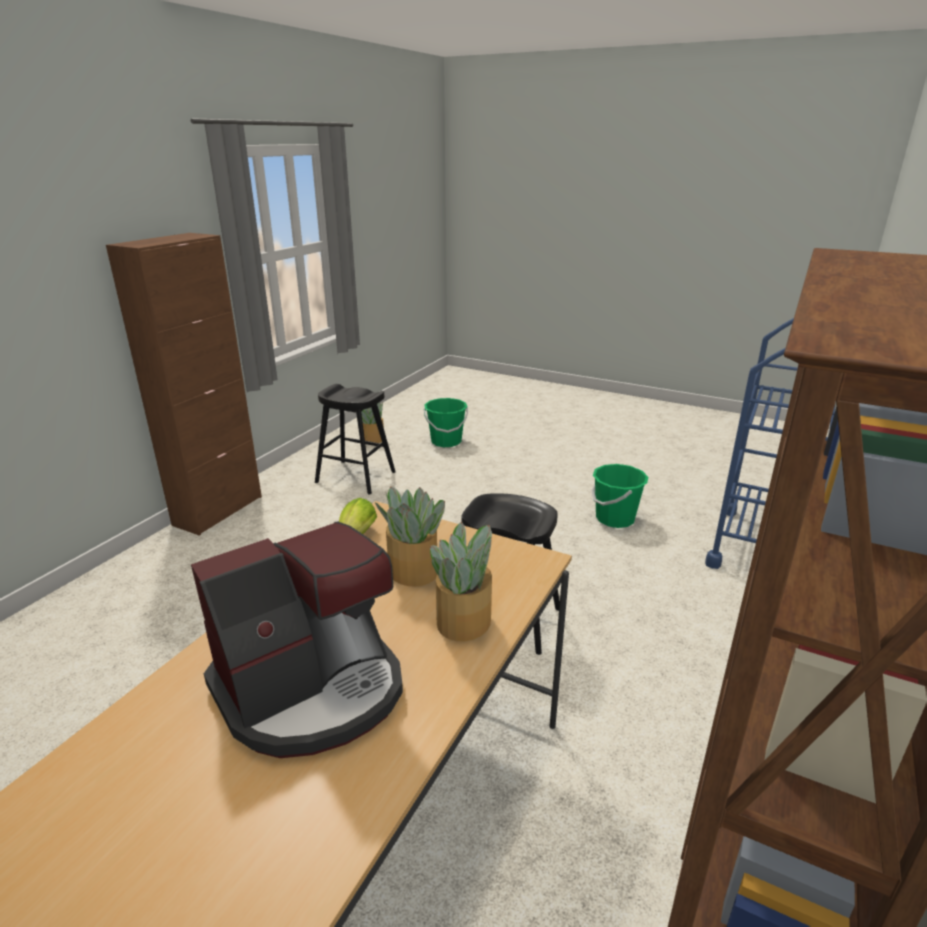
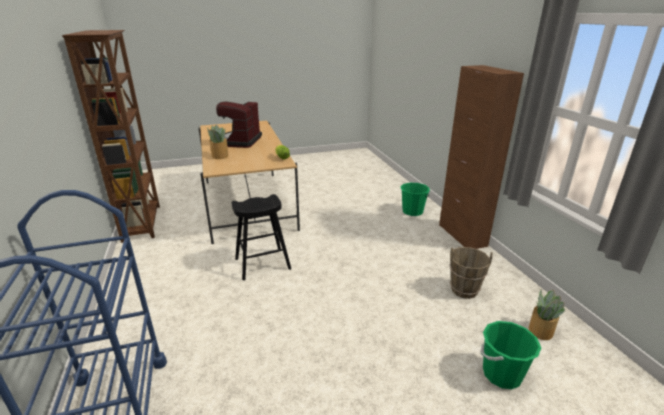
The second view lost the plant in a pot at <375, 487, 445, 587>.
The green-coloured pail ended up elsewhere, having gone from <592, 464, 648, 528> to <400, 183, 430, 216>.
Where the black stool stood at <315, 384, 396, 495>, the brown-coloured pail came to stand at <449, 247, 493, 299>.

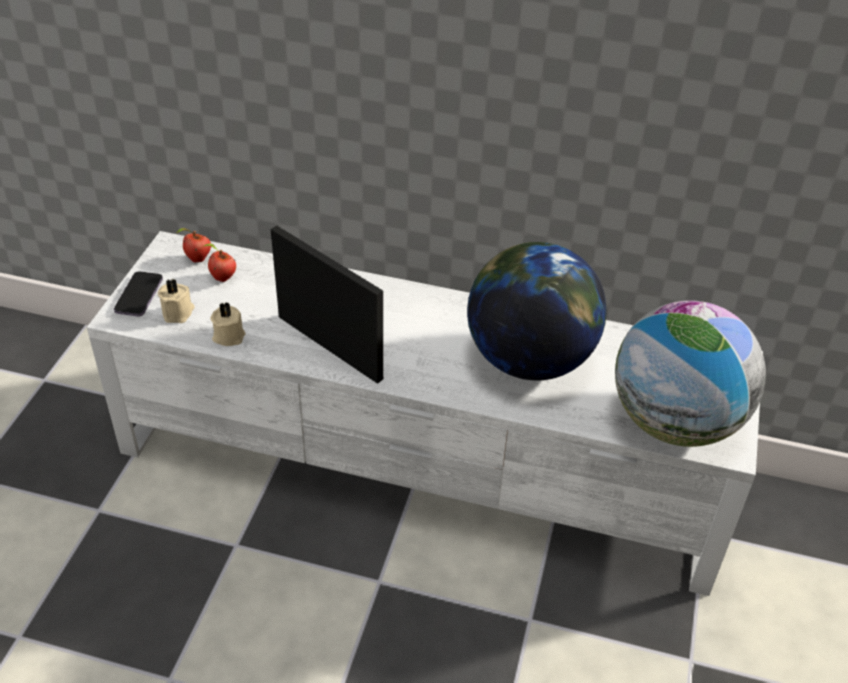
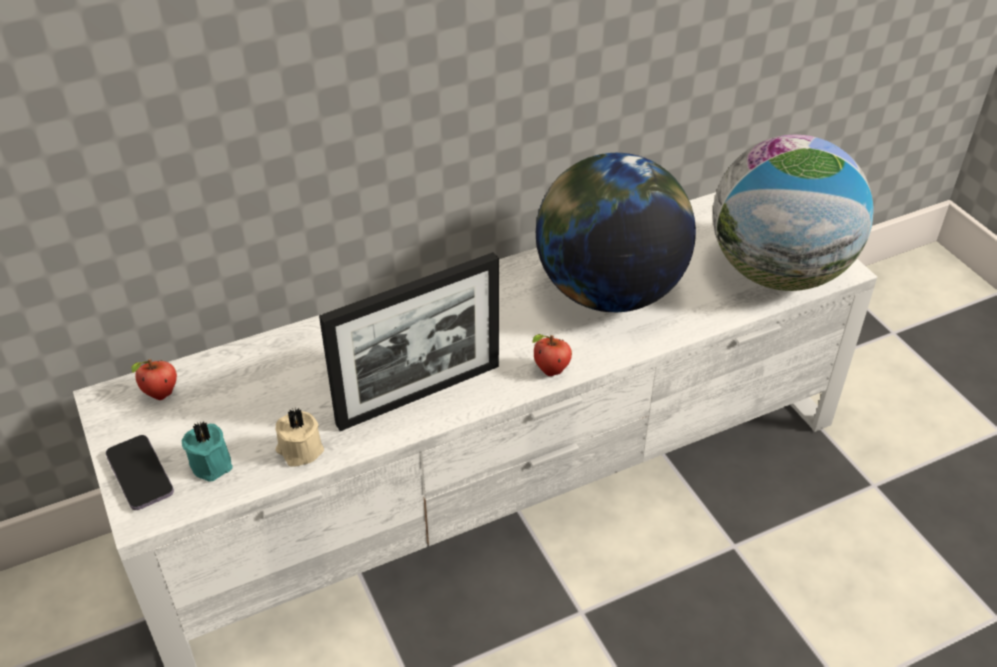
The whole apple ended up elsewhere, having gone from <203, 244, 236, 282> to <532, 334, 572, 376>.
What was the sand-coloured candle at <158, 279, 195, 323> turned into the turquoise-coloured candle at <182, 421, 233, 482>.
The photo frame at <271, 226, 383, 384> ended up facing another way, 150 degrees clockwise from before.

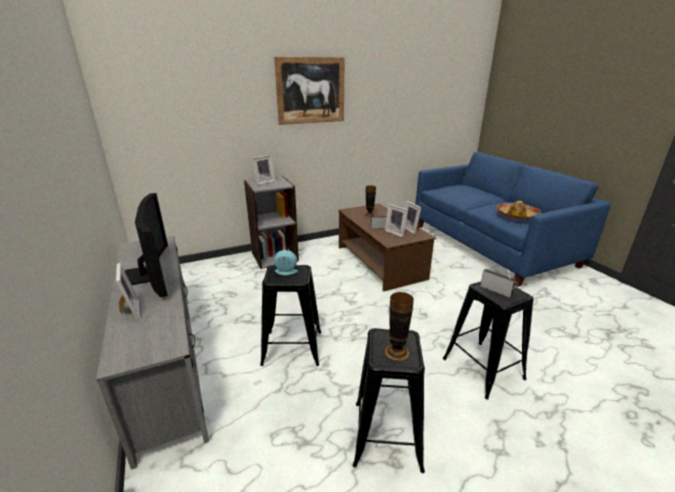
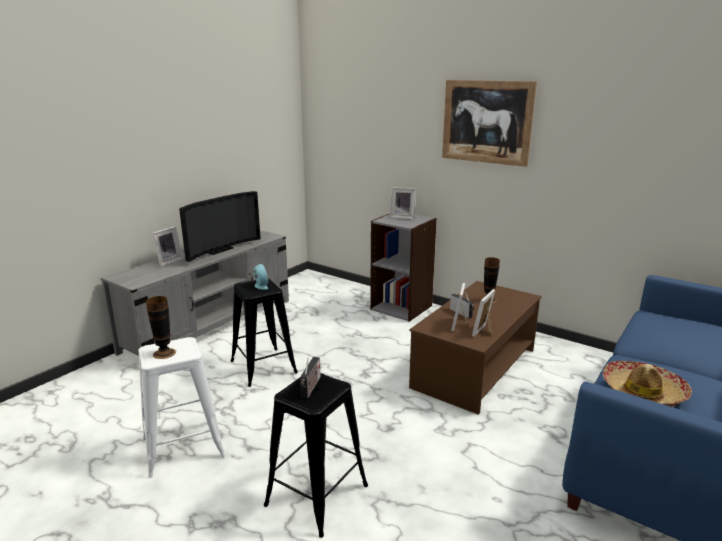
What was the black stool at <353, 328, 425, 473> turned into the white stool at <139, 337, 226, 478>.

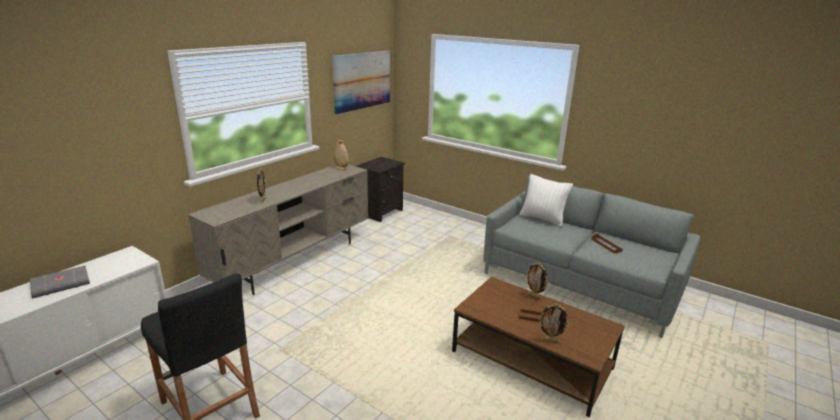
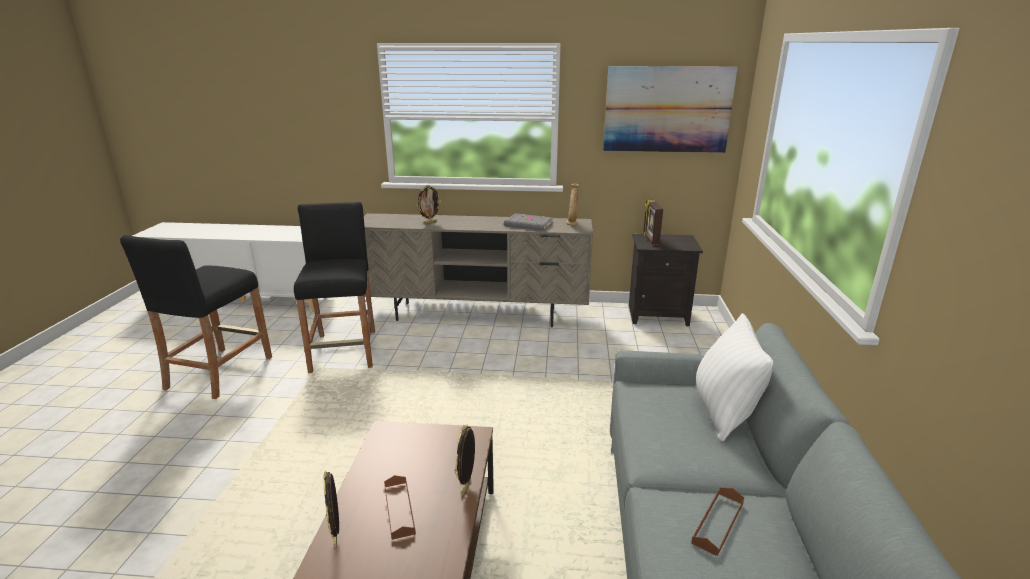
The second view gained the black stool at <294, 202, 375, 373>.
The second view gained the photo frame at <643, 199, 663, 245>.
The greyish book ended up elsewhere, having gone from <30, 266, 90, 299> to <504, 213, 553, 231>.

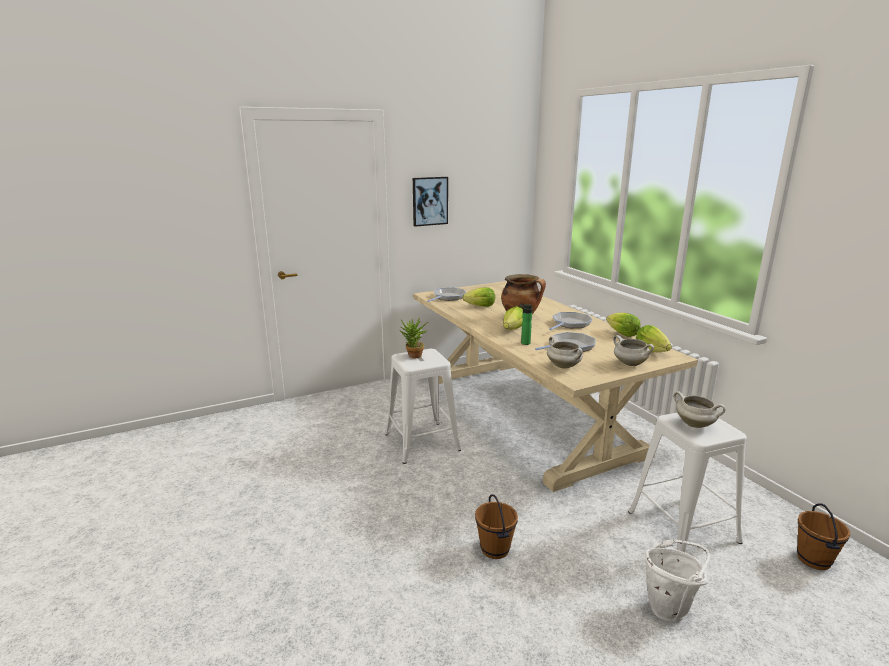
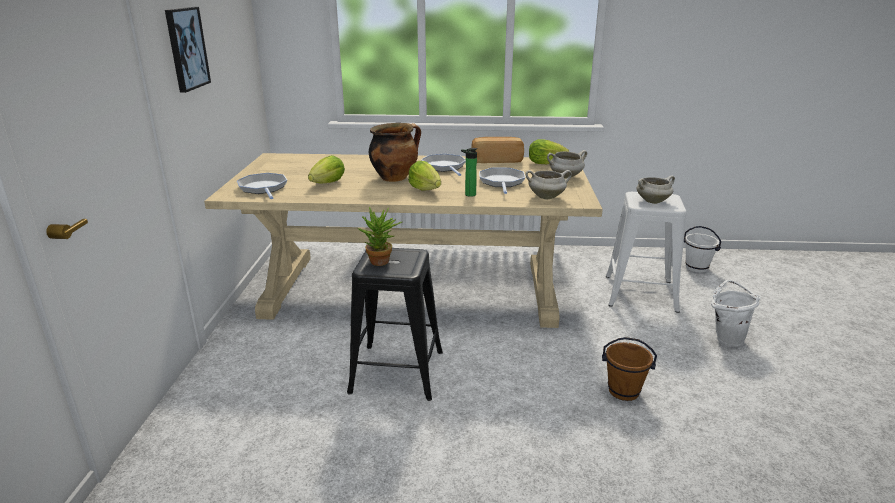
Where the head of lettuce stood at <606, 313, 641, 337>, the bread came to stand at <471, 137, 524, 163>.
What was the white stool at <385, 349, 461, 464> turned into the black stool at <347, 248, 443, 401>.
What was the brown-coloured pail at <797, 504, 850, 570> turned into the white pail at <684, 226, 721, 273>.

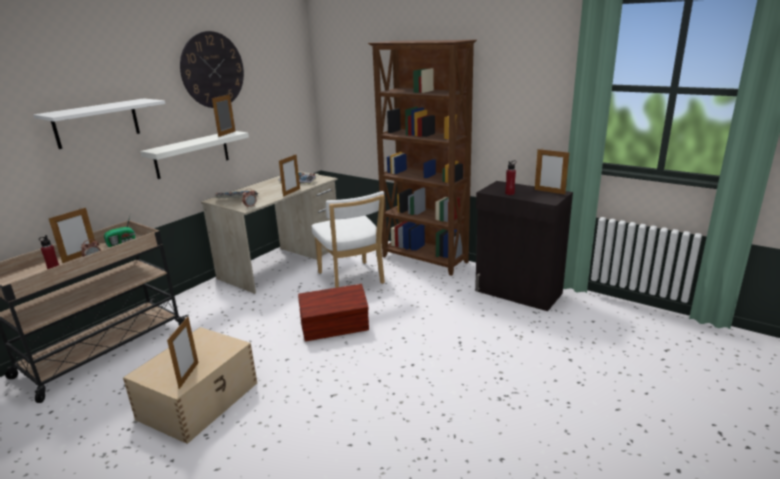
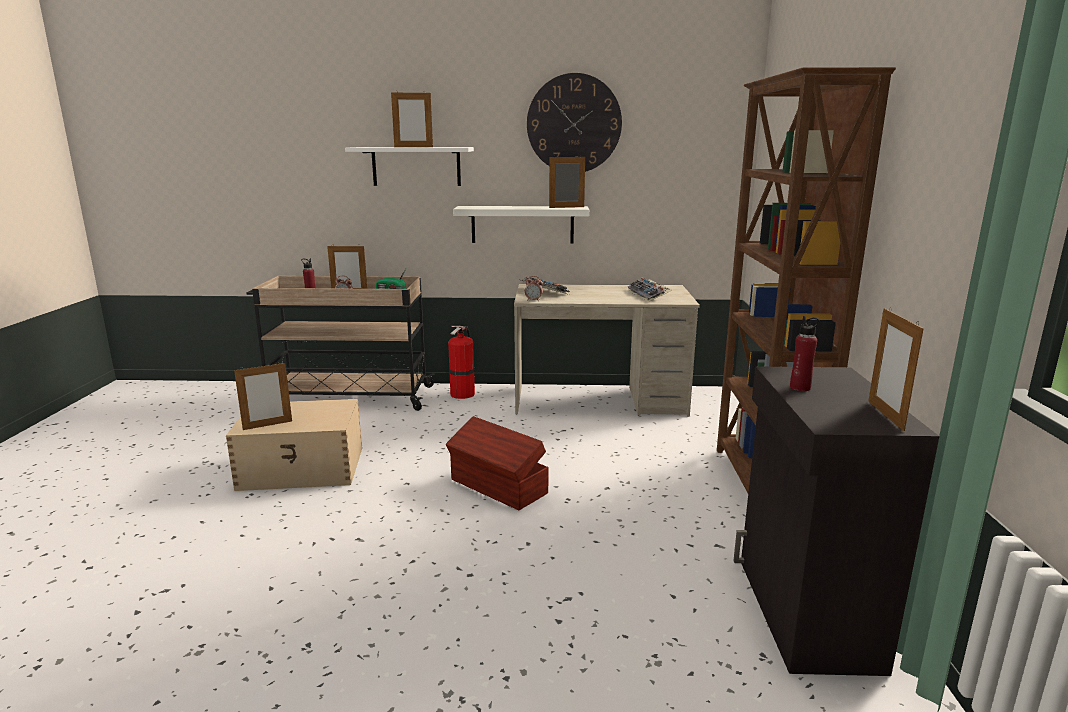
The second view lost the white plain chair at <312, 191, 385, 288>.
The second view gained the fire-fighting cylinder at <448, 326, 475, 399>.
The photo frame ended up elsewhere, having gone from <279, 155, 300, 197> to <391, 91, 433, 147>.

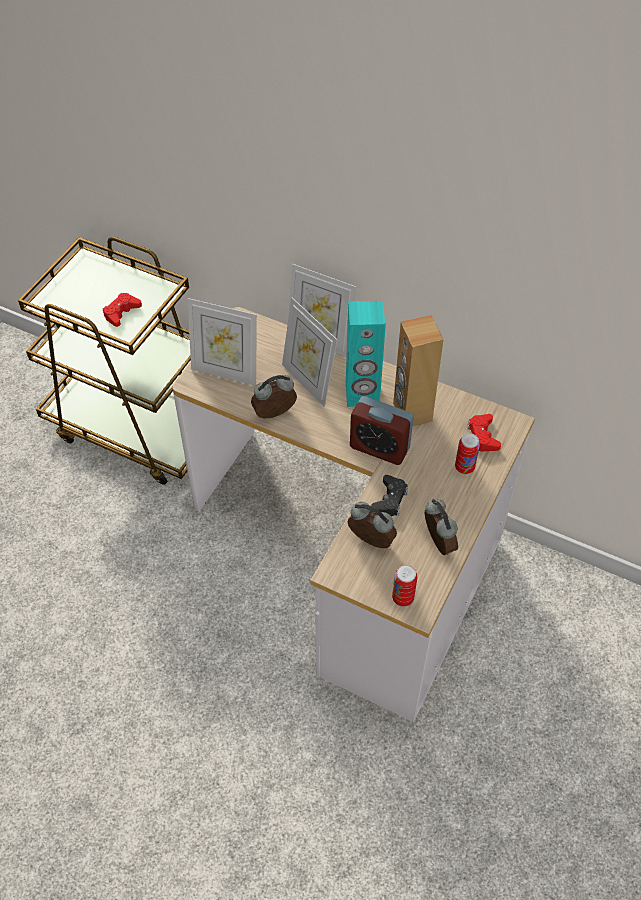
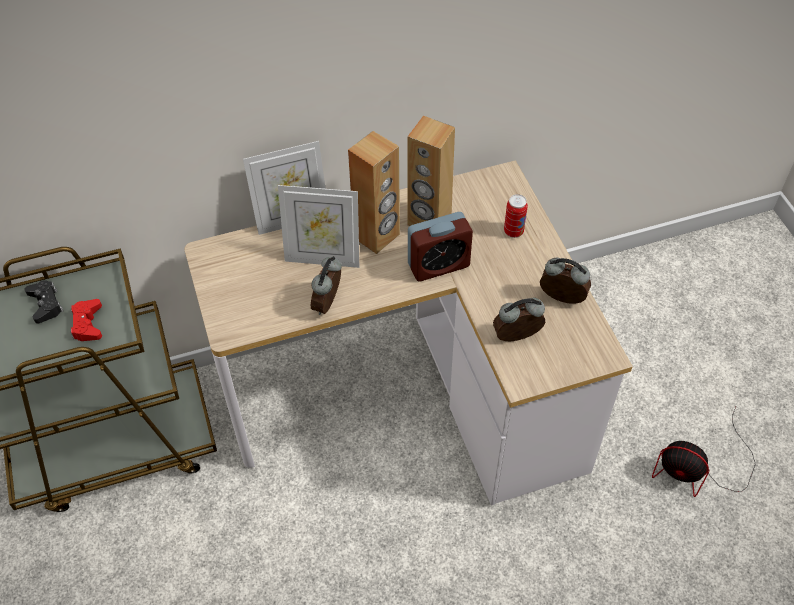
The second view lost the photo frame at <188, 298, 257, 386>.
The second view lost the metal can at <392, 565, 417, 607>.
The second view lost the red joypad at <467, 414, 501, 452>.
The second view gained the fan at <652, 407, 756, 497>.
The black joypad ended up elsewhere, having gone from <371, 475, 408, 516> to <25, 280, 63, 324>.
What was the turquoise-coloured speaker at <346, 301, 386, 407> turned into the brown-coloured speaker at <348, 131, 400, 254>.

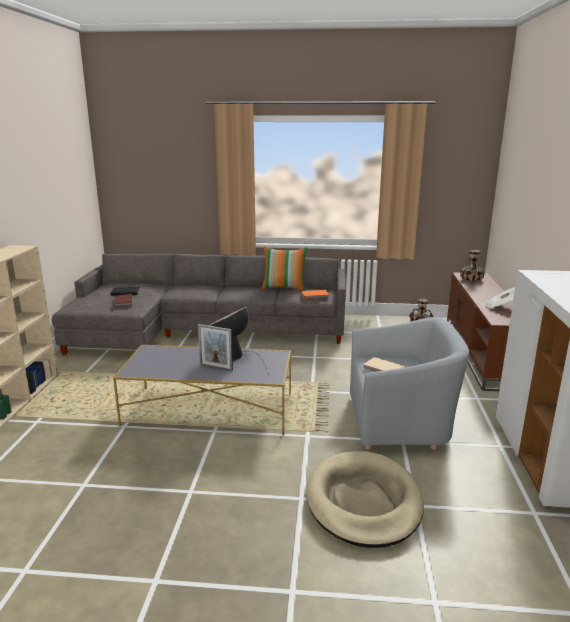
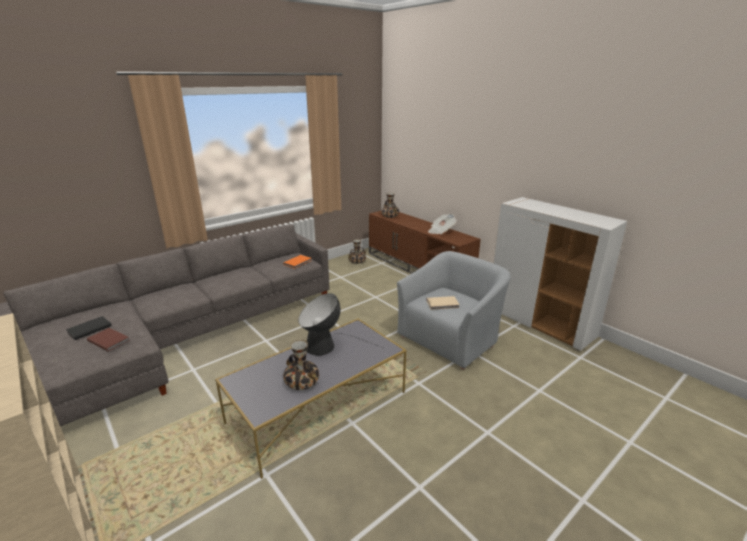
The second view lost the photo frame at <198, 324, 233, 371>.
The second view lost the cushion at <262, 246, 307, 291>.
The second view lost the sand-coloured pet bed at <306, 451, 424, 548>.
The second view gained the decorative vase at <283, 340, 319, 390>.

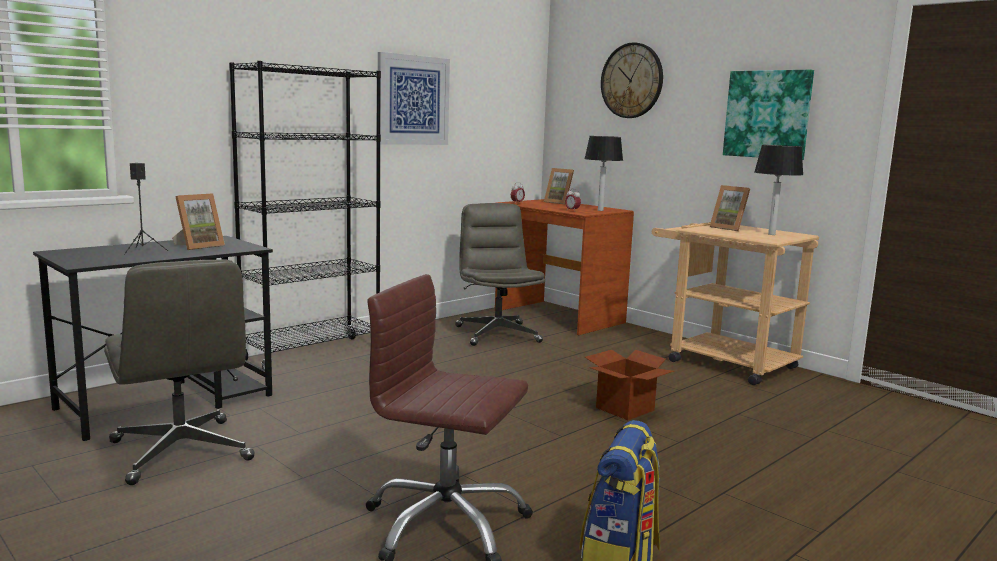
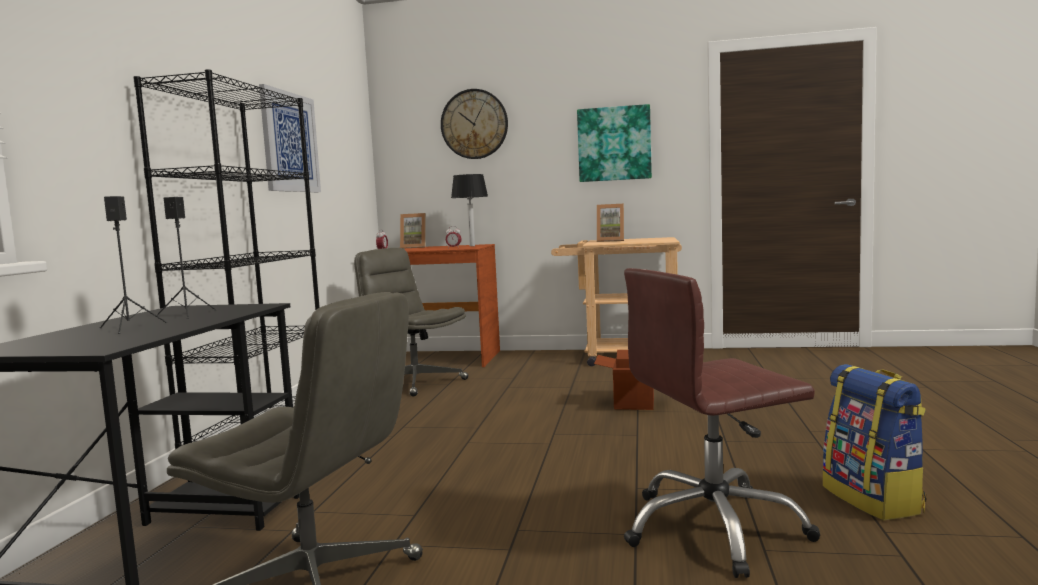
The second view lost the lamp for a table at <754, 145, 804, 235>.
Where the photo frame stood at <172, 193, 225, 250>, the black speaker came to stand at <157, 197, 216, 319>.

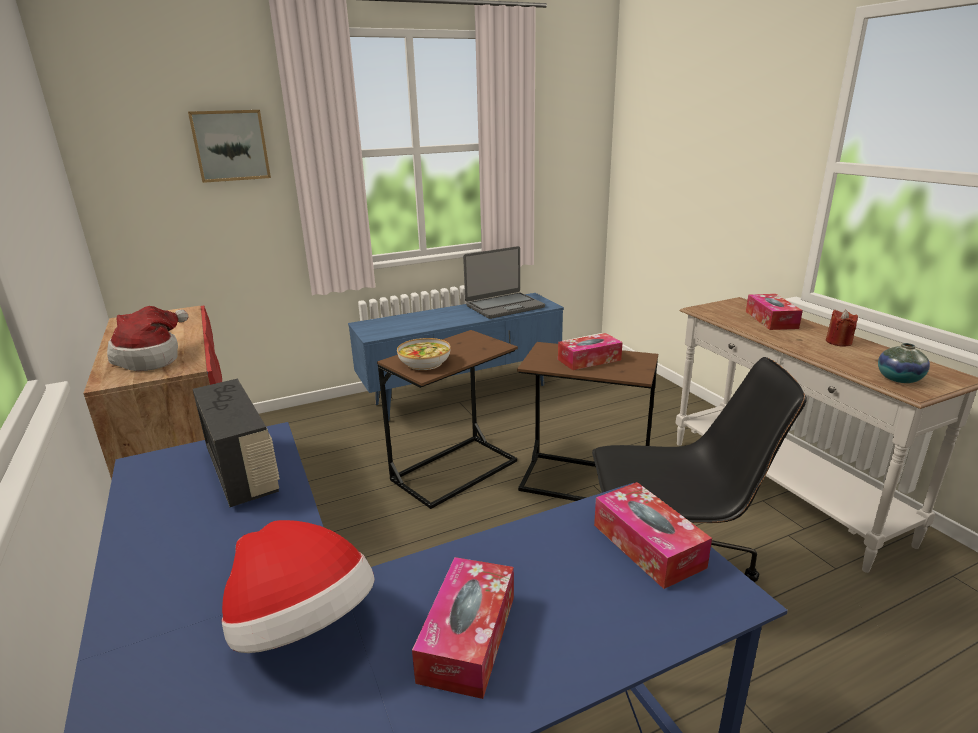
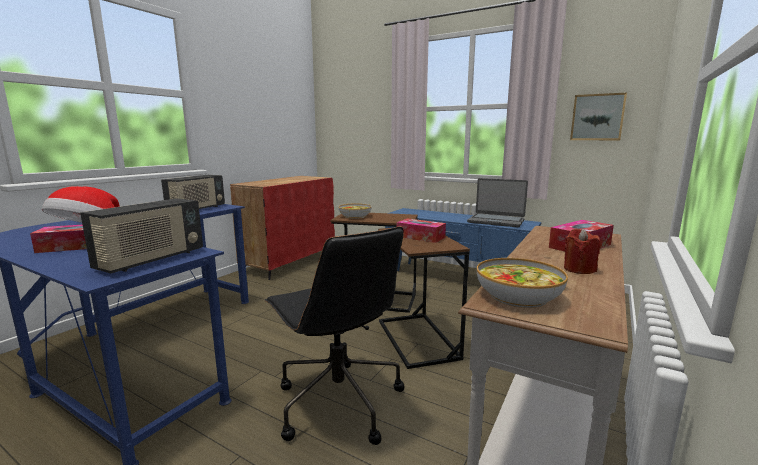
The second view lost the hat at <107, 306, 189, 371>.
The wall art ended up elsewhere, having gone from <188, 110, 271, 183> to <570, 92, 627, 140>.
Where the tissue holder stood at <594, 482, 712, 589>, the radio came to stand at <80, 198, 203, 273>.
Where the decorative vase stood at <878, 343, 930, 383>, the bowl came to stand at <477, 258, 568, 308>.

